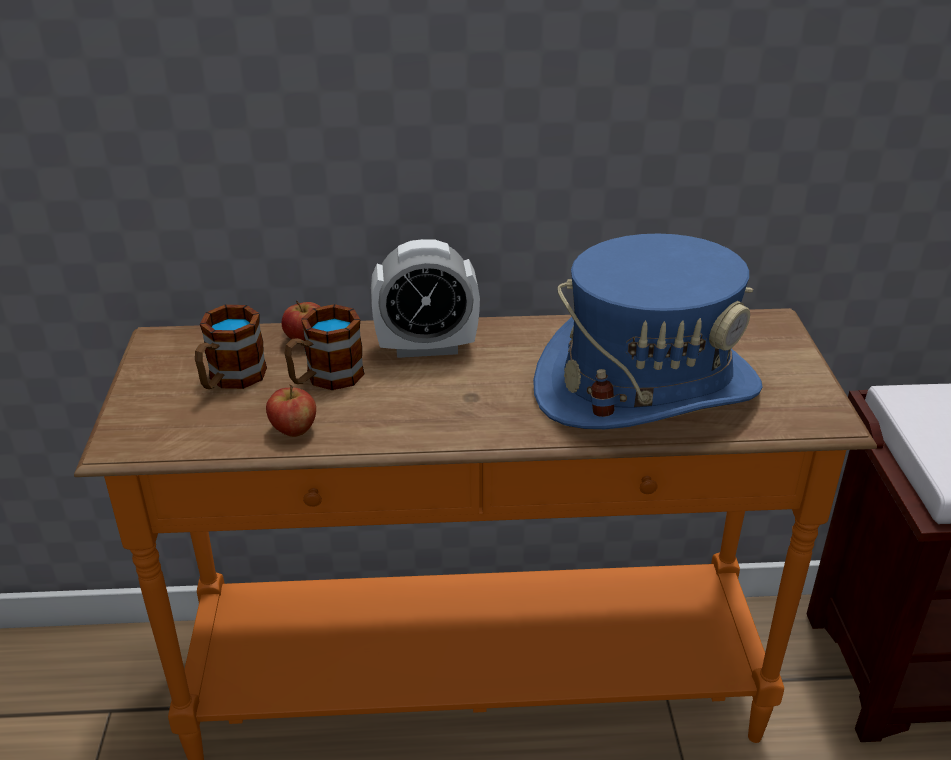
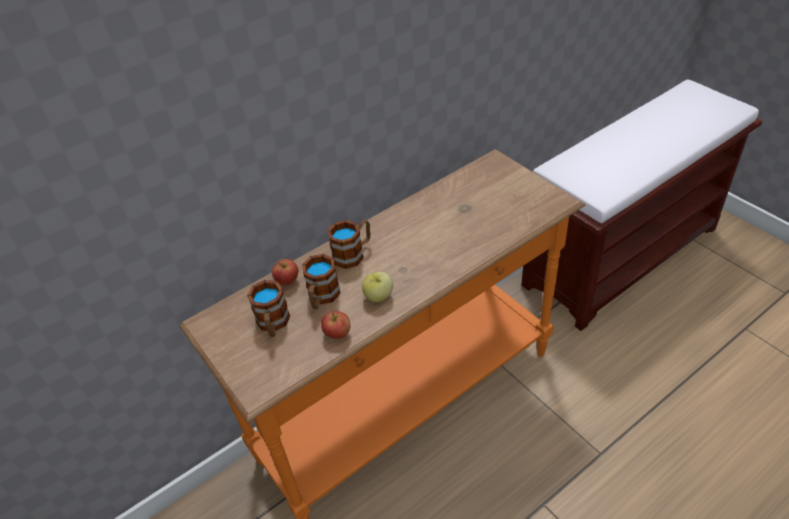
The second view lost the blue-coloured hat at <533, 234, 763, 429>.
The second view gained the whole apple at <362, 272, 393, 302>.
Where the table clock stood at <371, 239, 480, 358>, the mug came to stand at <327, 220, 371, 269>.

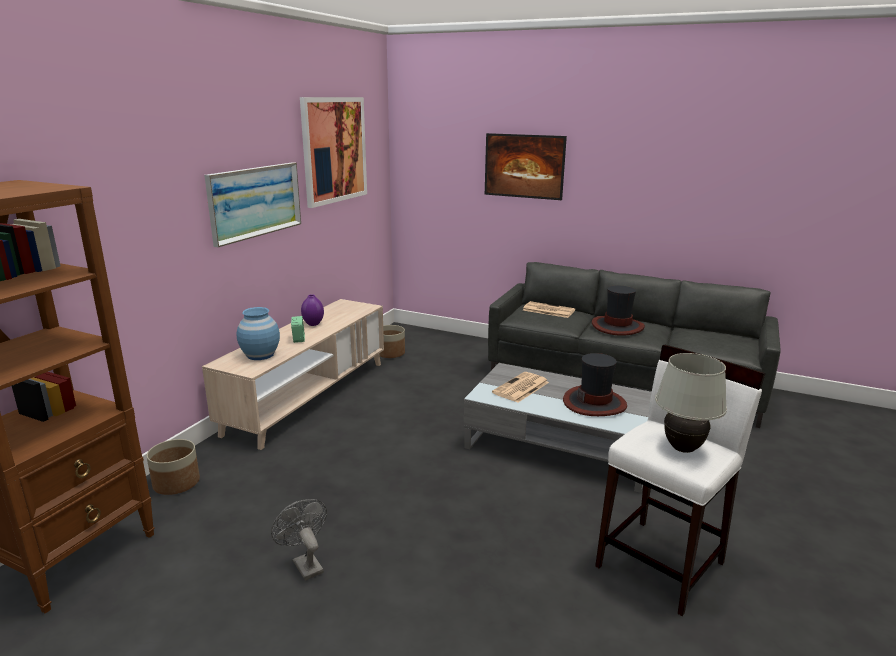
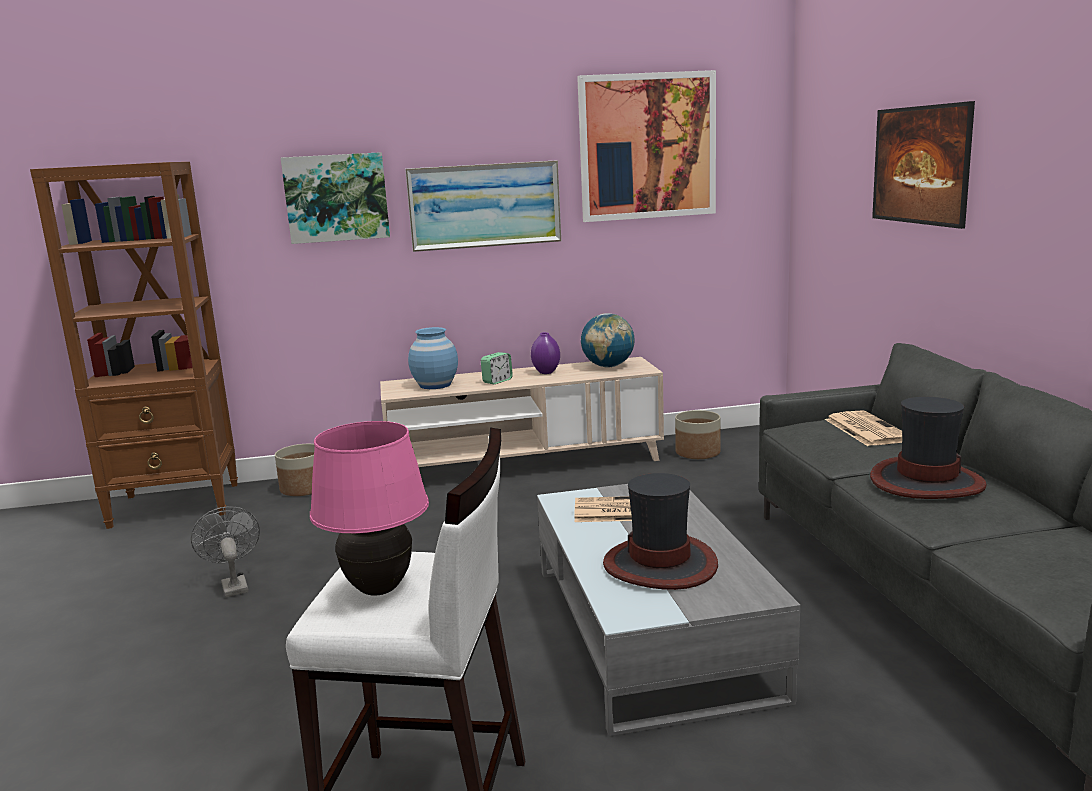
The second view gained the wall art at <281, 152, 390, 244>.
The second view gained the globe at <581, 313, 635, 368>.
What was the white lamp for a table at <655, 353, 727, 453> turned into the pink lamp for a table at <310, 421, 429, 596>.
The greyish fan at <271, 499, 327, 581> ended up facing another way, 45 degrees counterclockwise from before.

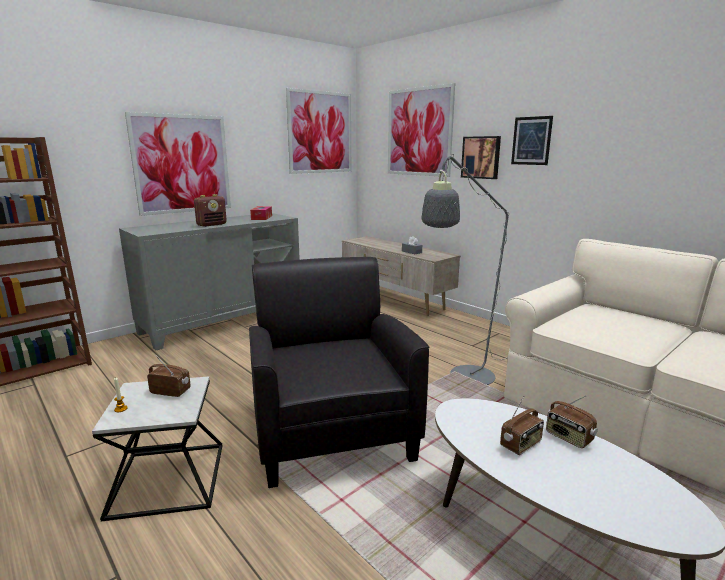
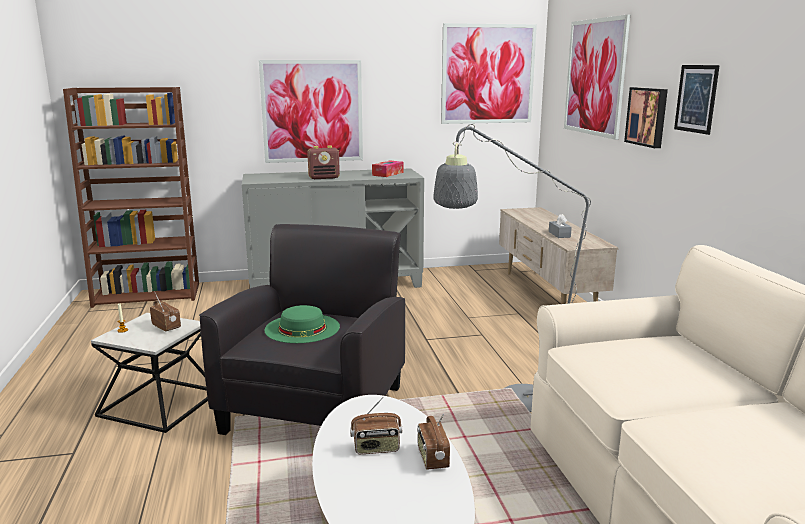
The second view gained the green-coloured hat at <264, 305, 340, 343>.

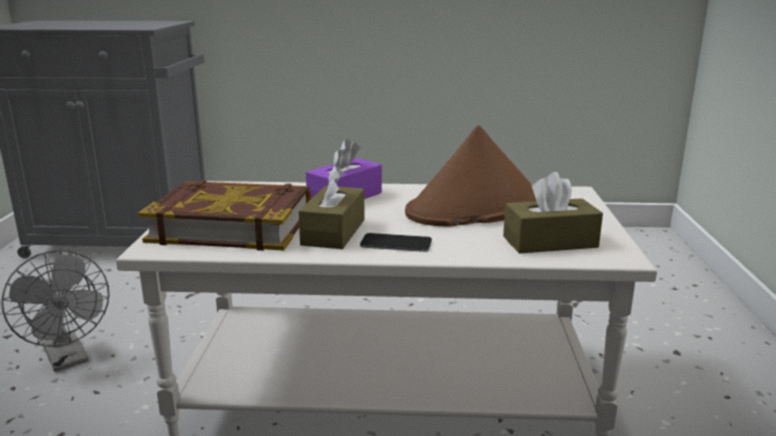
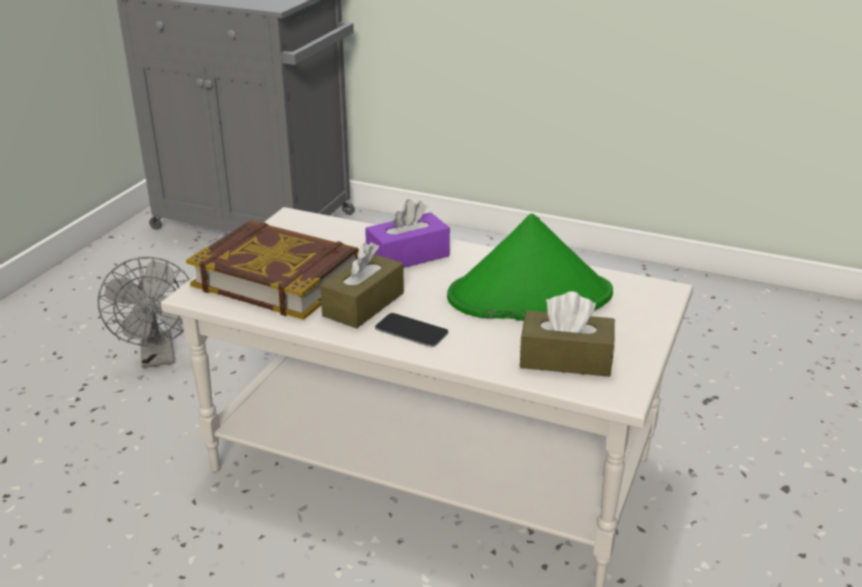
What was the brown-coloured hat at <405, 125, 536, 227> turned into the green-coloured hat at <447, 214, 613, 321>.

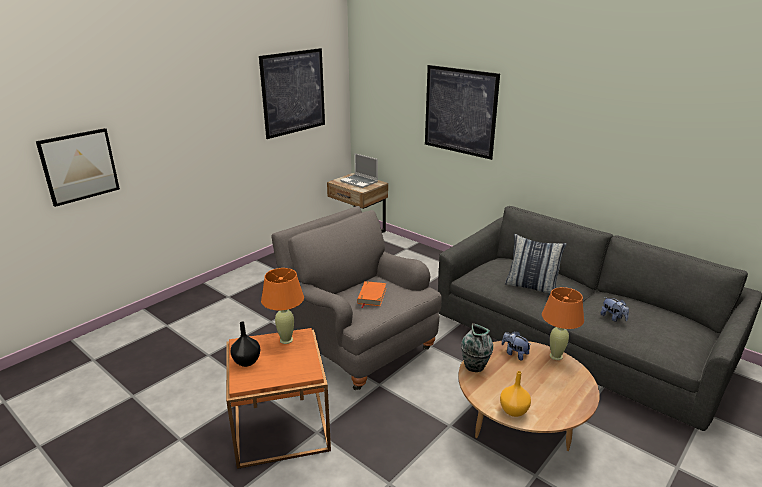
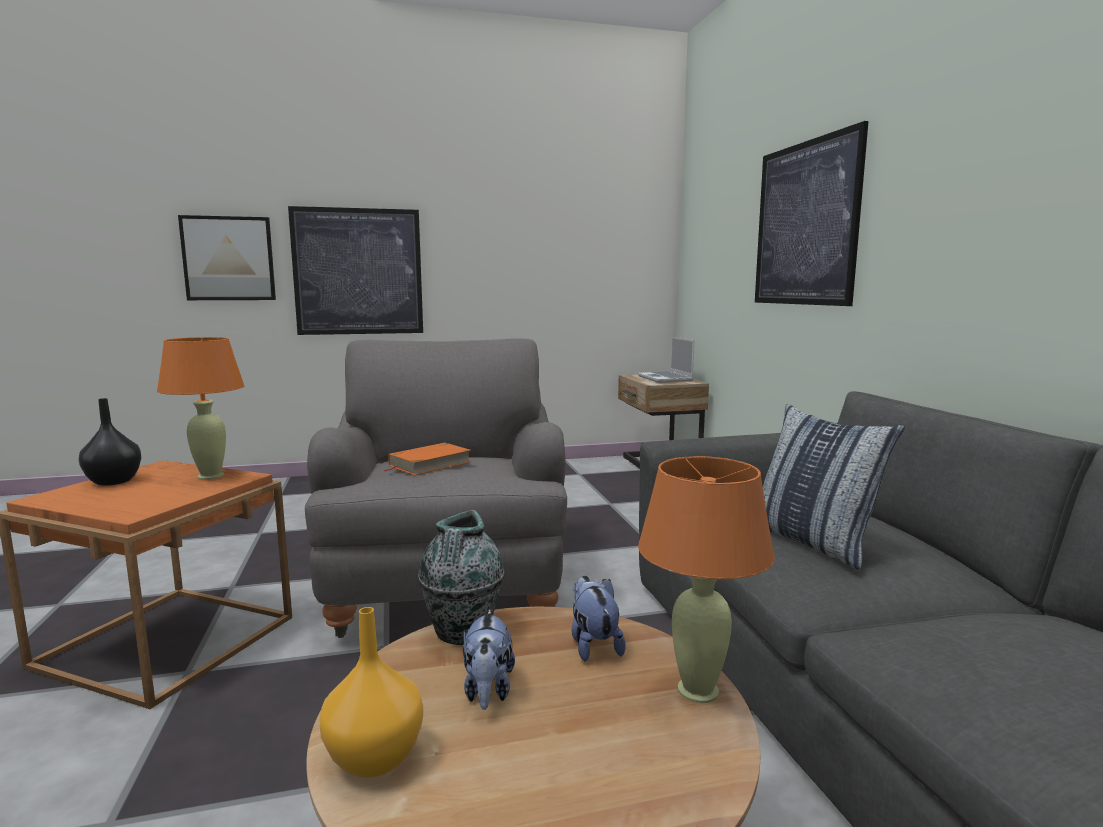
The wall art ended up elsewhere, having gone from <259, 48, 325, 139> to <288, 206, 423, 335>.
The cuddly toy ended up elsewhere, having gone from <601, 297, 629, 322> to <463, 610, 515, 710>.

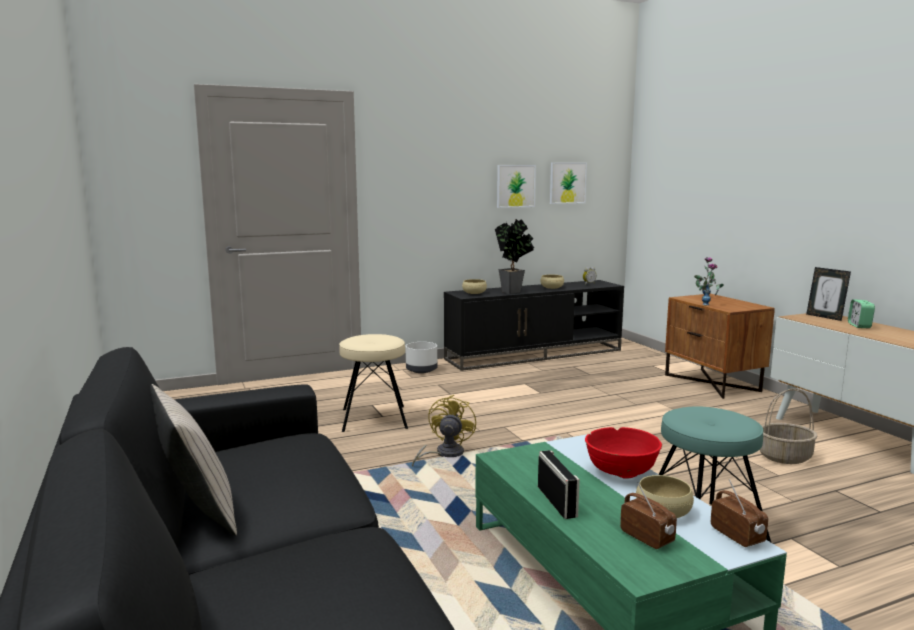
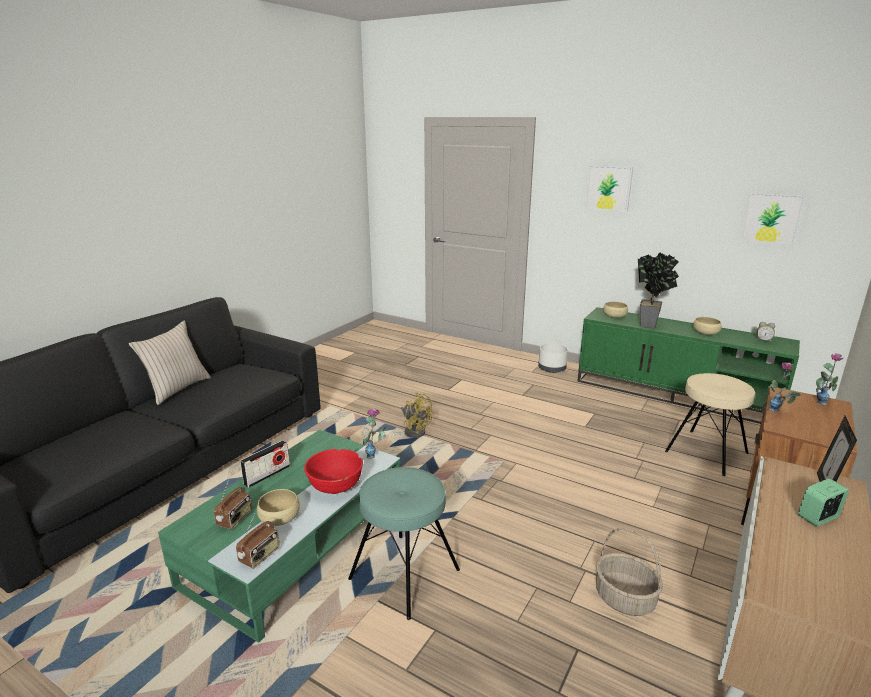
The second view gained the decorative vase at <363, 409, 386, 459>.
The sand-coloured stool ended up elsewhere, having gone from <339, 334, 408, 432> to <665, 373, 755, 476>.
The wall art ended up elsewhere, having gone from <497, 165, 536, 208> to <585, 165, 633, 212>.
What was the black media console at <444, 280, 624, 371> turned into the green-coloured media console at <577, 307, 800, 424>.
The yellowish fan at <412, 395, 476, 467> ended up facing another way, 60 degrees clockwise from before.

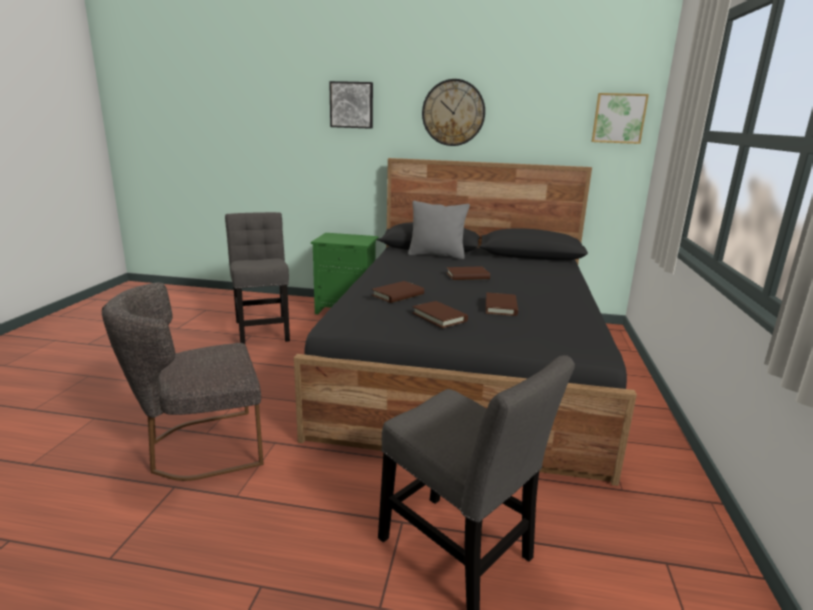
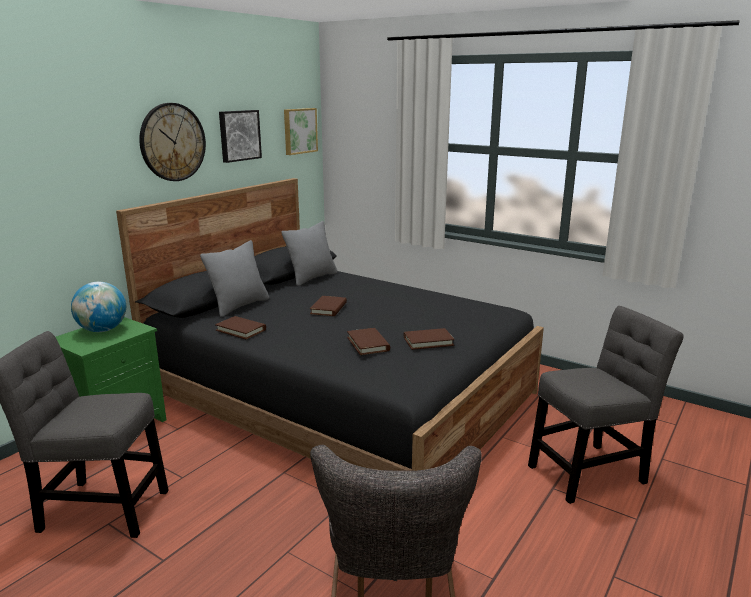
The second view gained the globe at <71, 282, 126, 332>.
The second view gained the greyish cushion at <281, 221, 337, 286>.
The wall art ended up elsewhere, having gone from <329, 81, 373, 129> to <219, 110, 262, 163>.
The brown-coloured book ended up elsewhere, having gone from <486, 293, 518, 316> to <215, 316, 266, 339>.

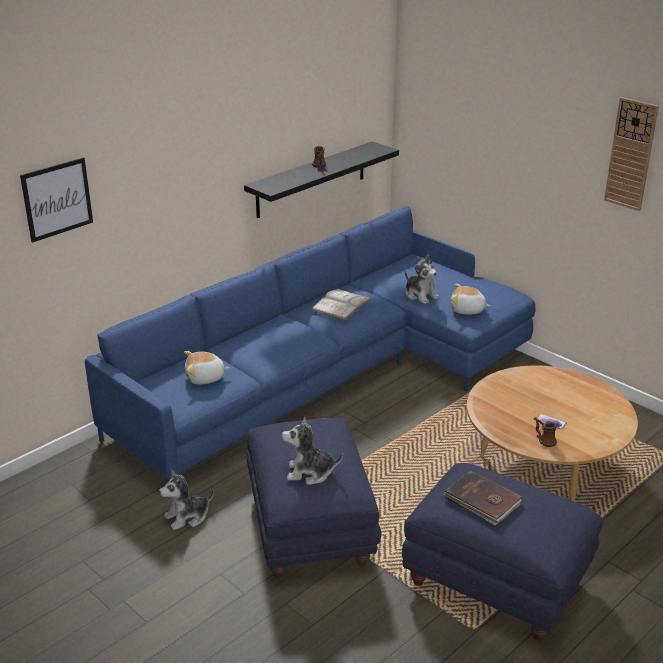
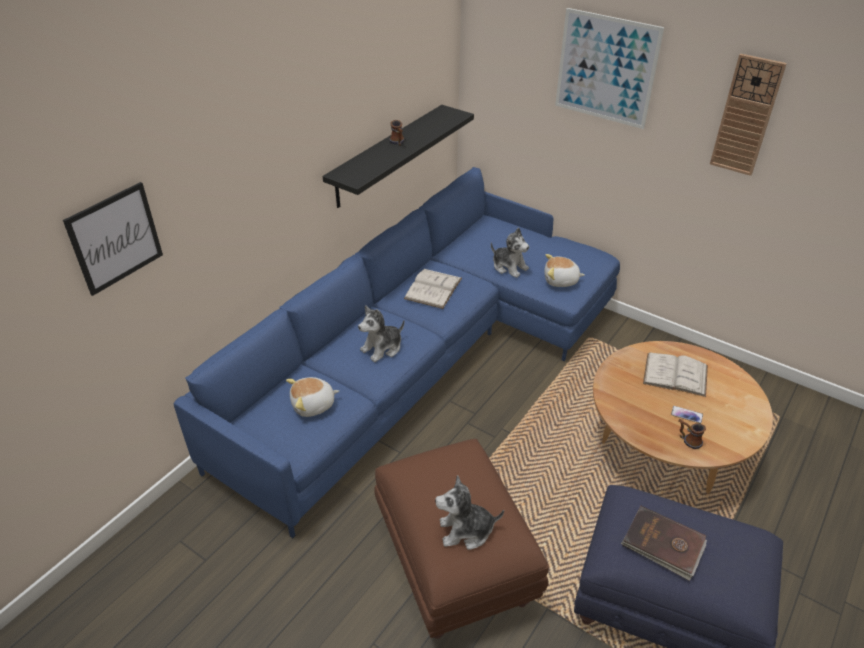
The second view gained the wall art at <555, 8, 664, 129>.
The second view gained the white book at <643, 353, 708, 397>.
The cuddly toy ended up elsewhere, having gone from <159, 469, 214, 530> to <358, 305, 404, 362>.
What was the blue-coloured pouffe at <246, 418, 381, 578> turned into the brown-coloured pouffe at <374, 439, 549, 639>.

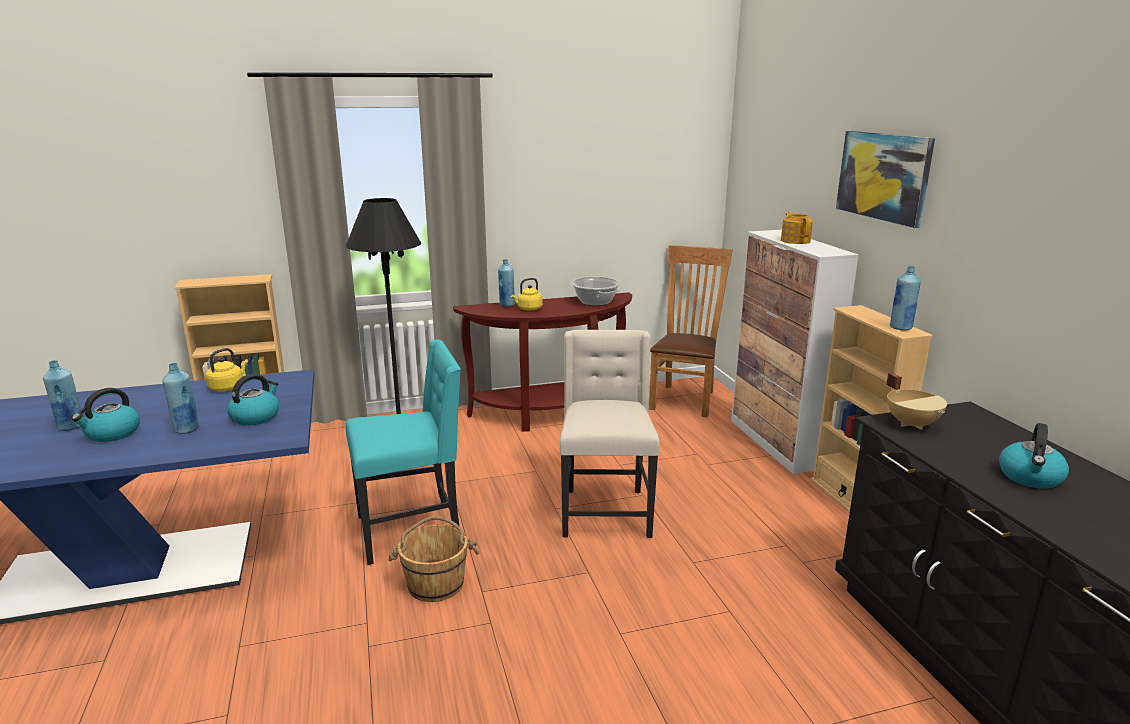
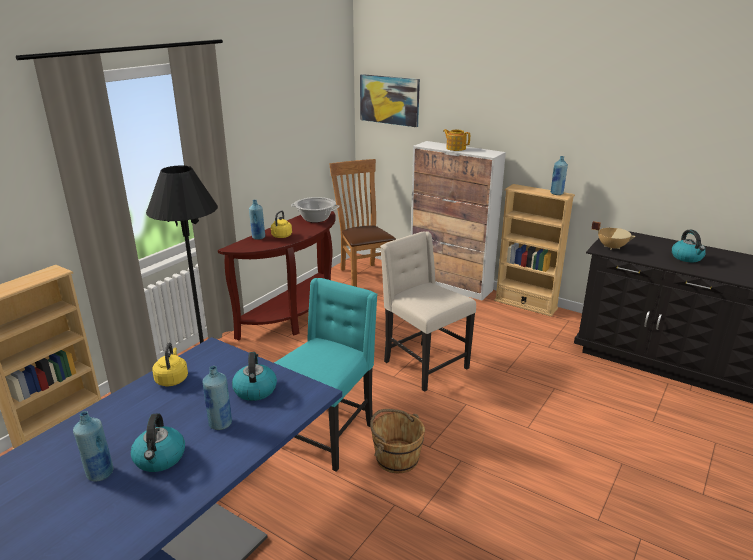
The wall art ended up elsewhere, having gone from <836, 131, 935, 228> to <360, 74, 420, 127>.

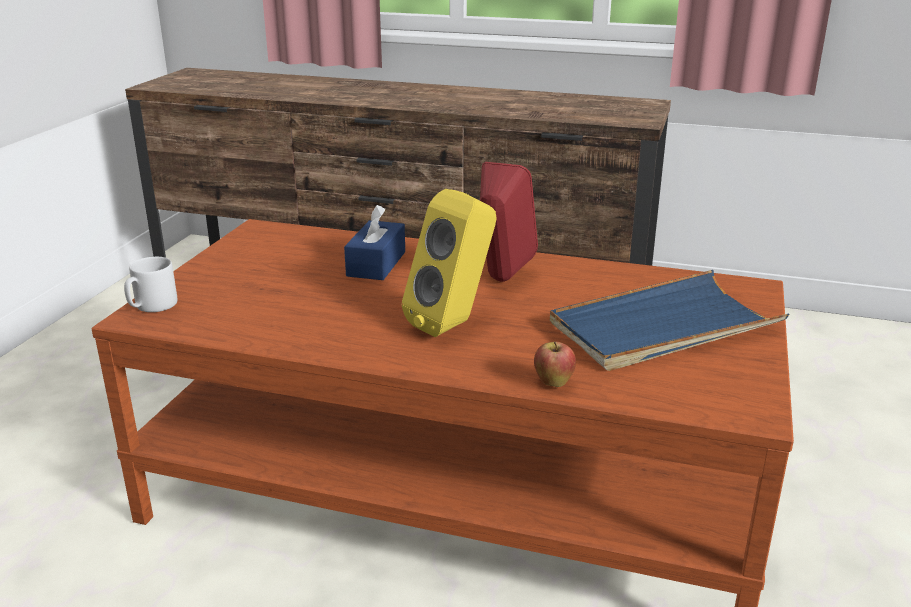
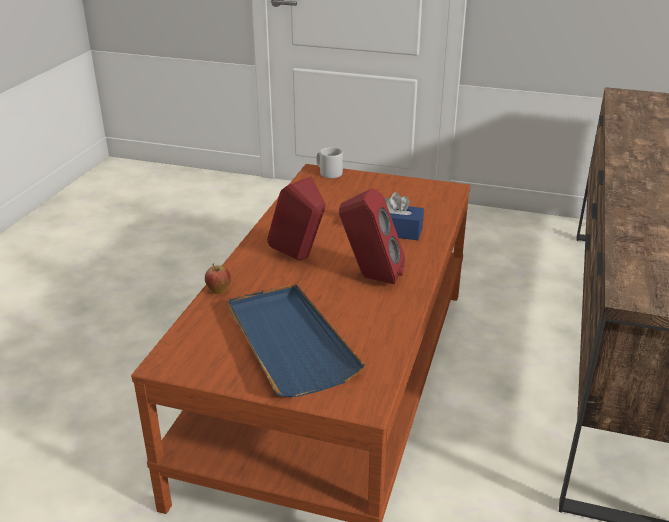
What was the yellowish speaker at <402, 189, 497, 337> turned into the red speaker at <267, 176, 326, 261>.

